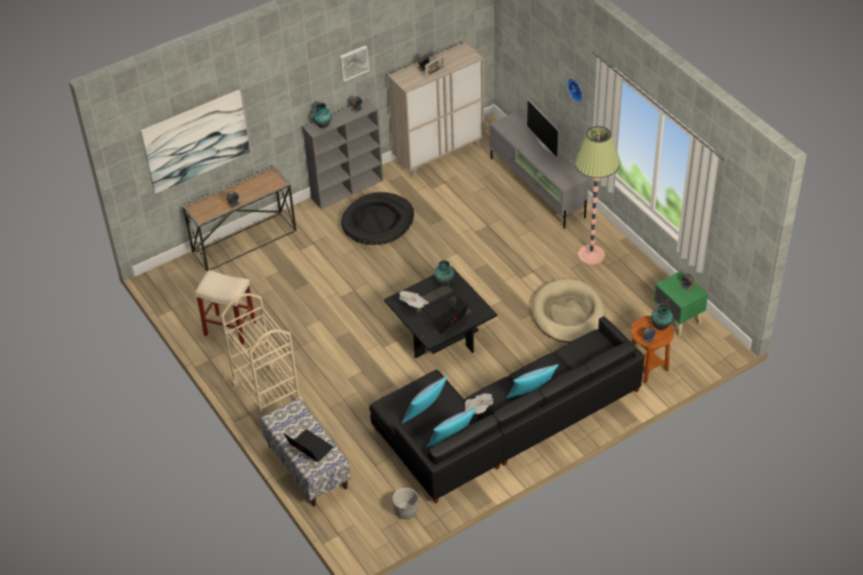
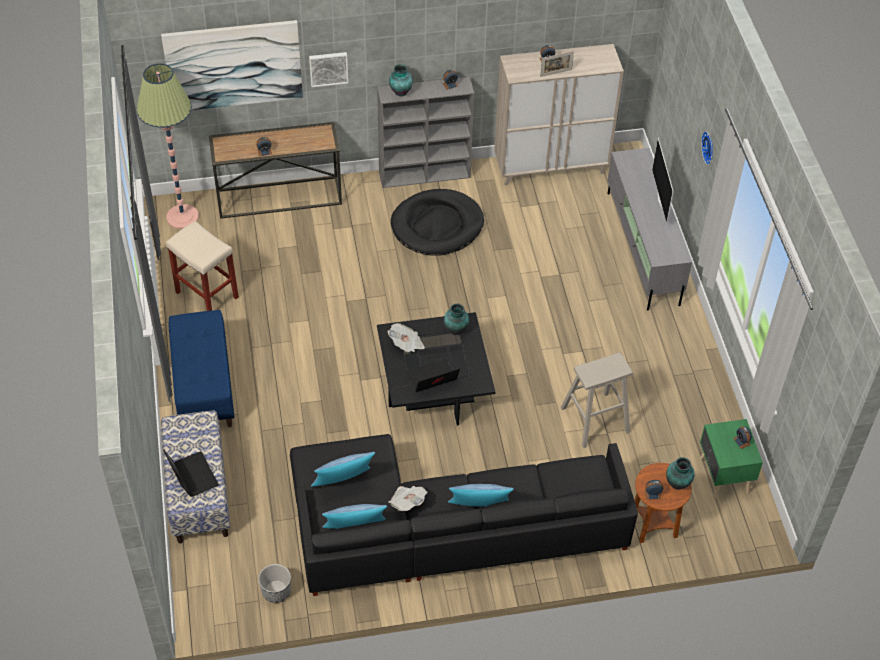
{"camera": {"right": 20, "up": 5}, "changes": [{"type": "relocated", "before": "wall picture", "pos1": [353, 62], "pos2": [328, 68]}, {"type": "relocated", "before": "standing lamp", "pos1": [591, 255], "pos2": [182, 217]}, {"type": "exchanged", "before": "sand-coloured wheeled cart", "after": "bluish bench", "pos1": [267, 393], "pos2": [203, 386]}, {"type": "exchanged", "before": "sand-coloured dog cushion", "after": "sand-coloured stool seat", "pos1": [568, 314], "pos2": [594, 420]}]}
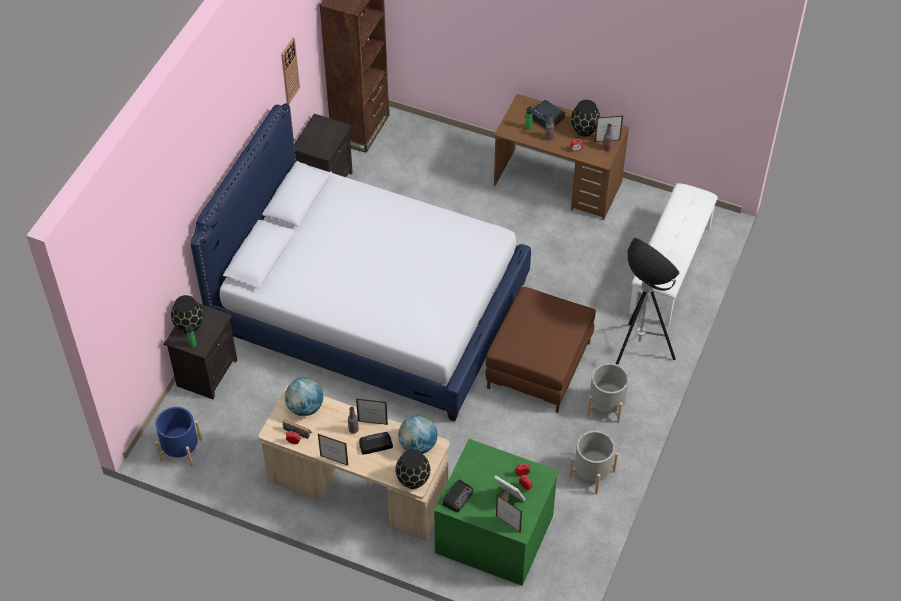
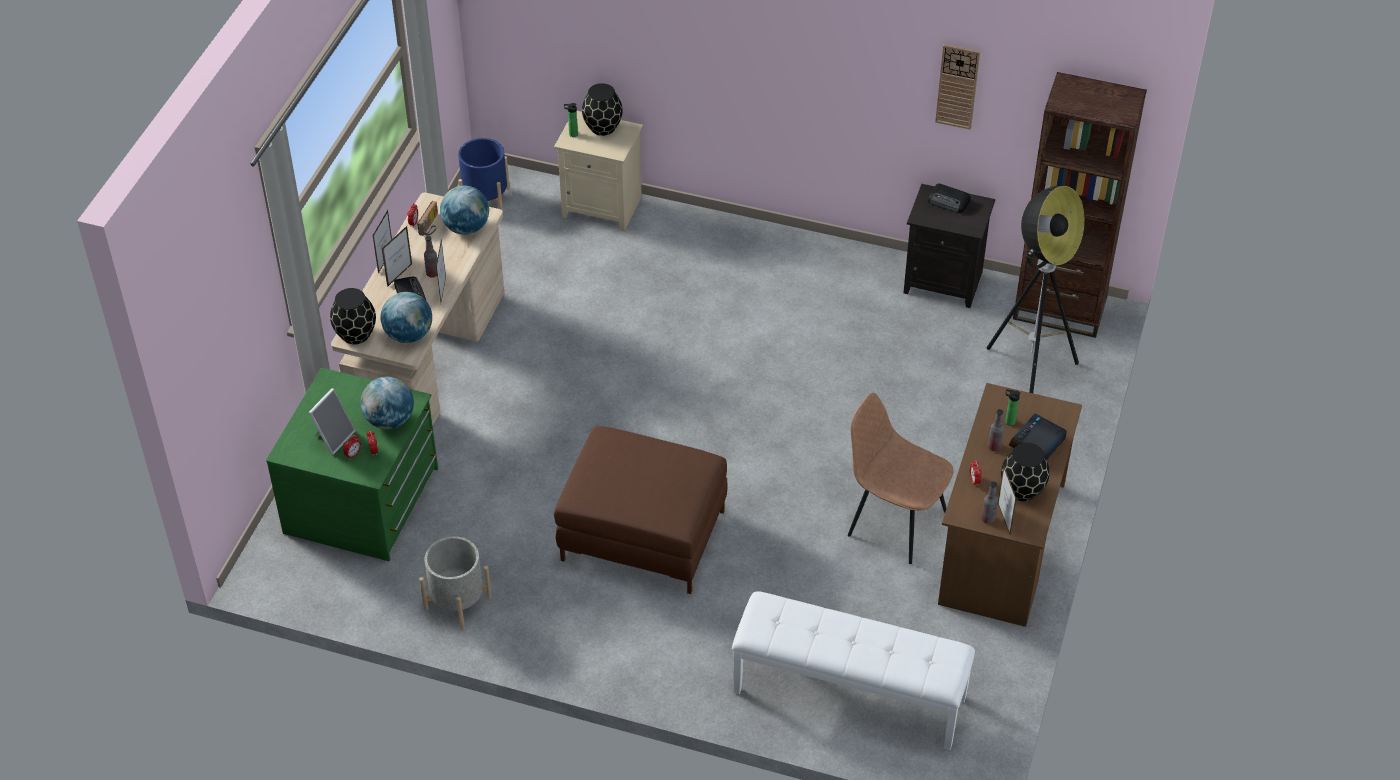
{"camera": {"right": 85, "up": -5}, "changes": [{"type": "missing", "before": "sleeping bed", "pos1": [369, 308]}, {"type": "missing", "before": "gray plant pot", "pos1": [606, 406]}, {"type": "appeared", "after": "globe", "pos2": [389, 420]}, {"type": "appeared", "after": "brownish upright chair", "pos2": [894, 522]}, {"type": "relocated", "before": "radio", "pos1": [458, 496], "pos2": [949, 201]}, {"type": "relocated", "before": "standing frame", "pos1": [508, 524], "pos2": [399, 275]}, {"type": "relocated", "before": "standing lamp", "pos1": [637, 353], "pos2": [1028, 372]}, {"type": "colour", "before": "black night table", "after": "sand-coloured night table", "pos1": [206, 372], "pos2": [603, 206]}]}
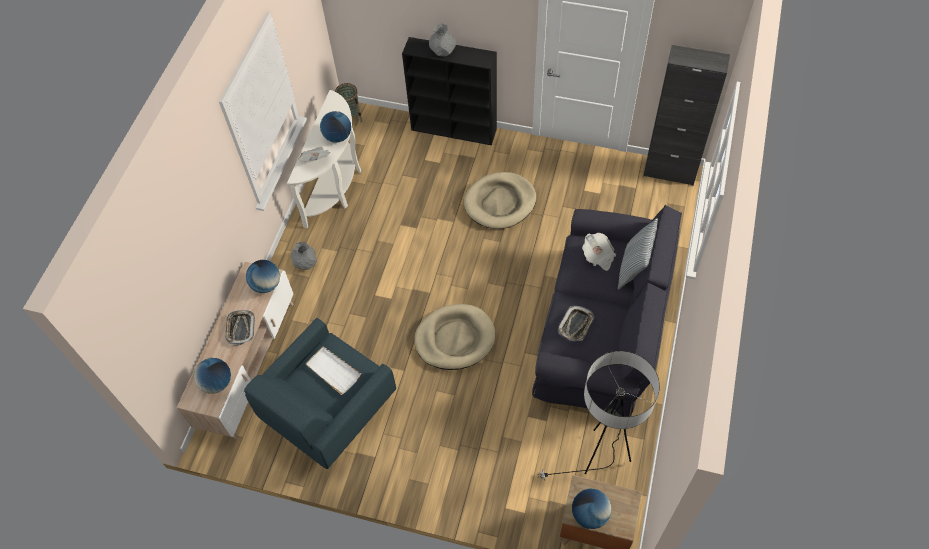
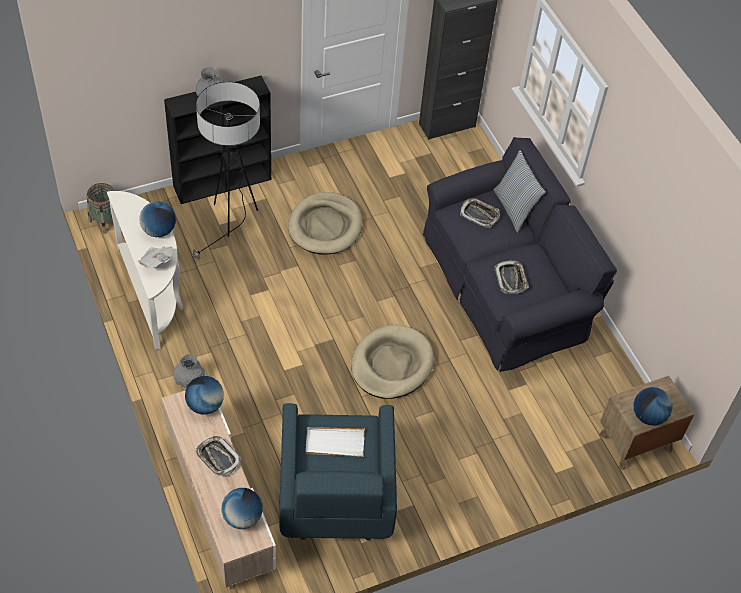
{"camera": {"right": -45, "up": -5}, "changes": [{"type": "relocated", "before": "standing lamp", "pos1": [599, 457], "pos2": [231, 221]}, {"type": "exchanged", "before": "printed paper", "after": "tray", "pos1": [598, 256], "pos2": [479, 214]}]}
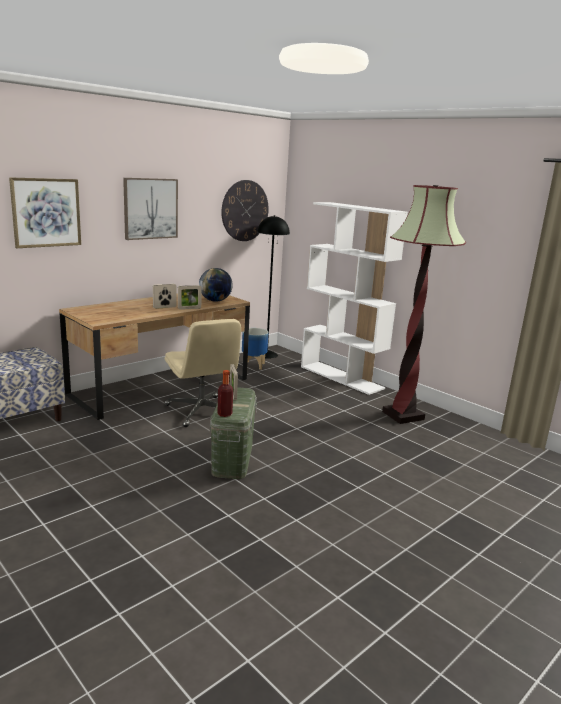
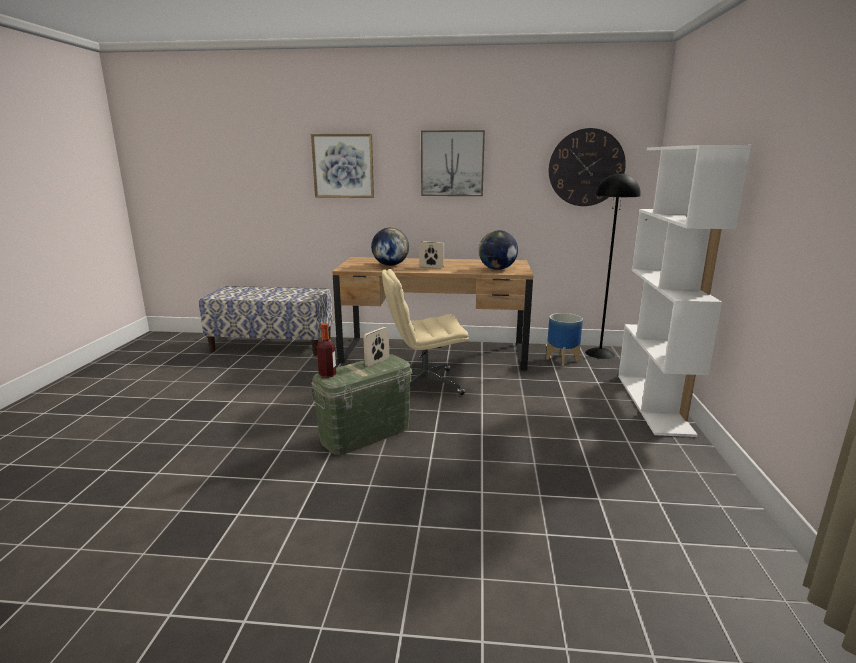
{"camera": {"right": 50, "up": 0}, "changes": [{"type": "missing", "before": "standing frame", "pos1": [189, 308]}, {"type": "missing", "before": "standing lamp", "pos1": [403, 415]}, {"type": "appeared", "after": "globe", "pos2": [390, 265]}, {"type": "spun", "before": "sand-coloured office chair", "pos1": [202, 412], "pos2": [424, 384], "turn": 60}]}
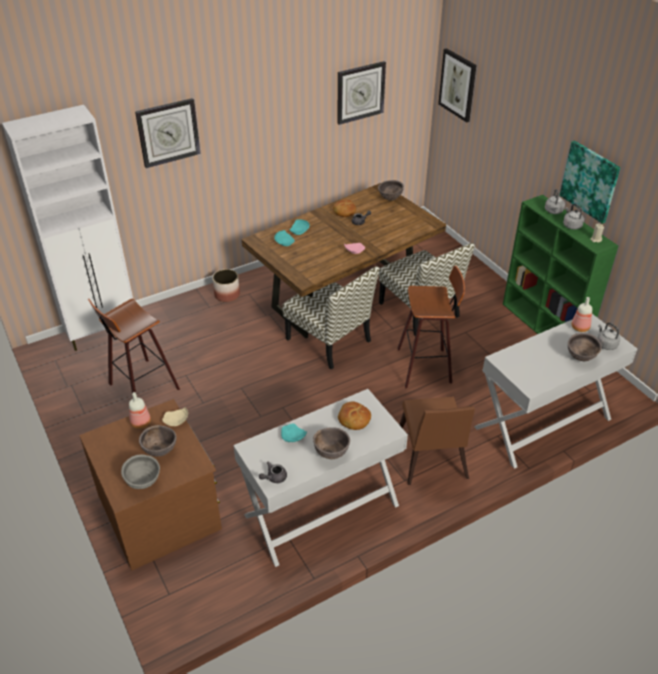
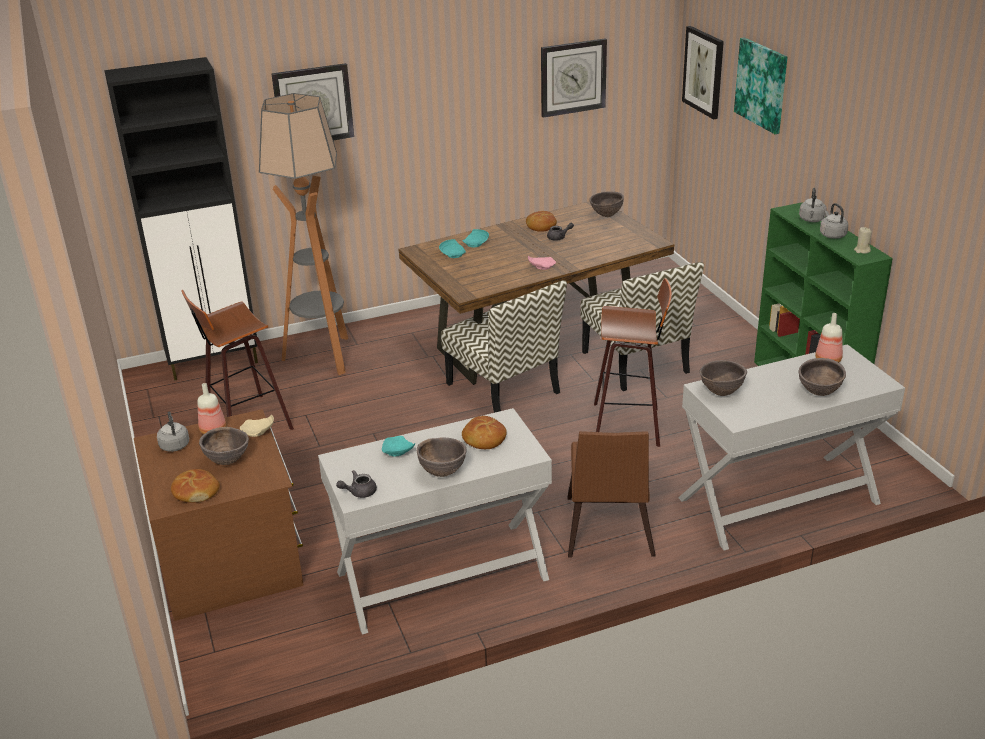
{"camera": {"right": 10, "up": -10}, "changes": [{"type": "missing", "before": "plant pot", "pos1": [227, 295]}, {"type": "appeared", "after": "standing lamp", "pos2": [323, 356]}, {"type": "appeared", "after": "brownish serving bowl", "pos2": [721, 392]}, {"type": "relocated", "before": "wall picture", "pos1": [590, 181], "pos2": [762, 85]}, {"type": "relocated", "before": "gray tea kettle", "pos1": [605, 344], "pos2": [174, 445]}, {"type": "exchanged", "before": "gray serving bowl", "after": "bread", "pos1": [143, 483], "pos2": [196, 492]}, {"type": "colour", "before": "white-coloured cabinet", "after": "black cabinet", "pos1": [103, 332], "pos2": [215, 363]}]}
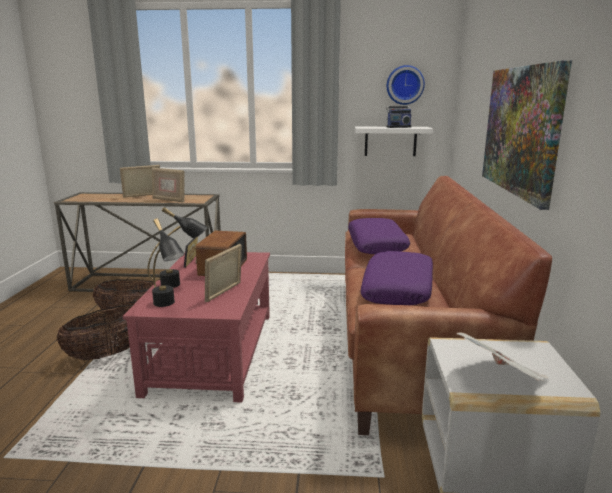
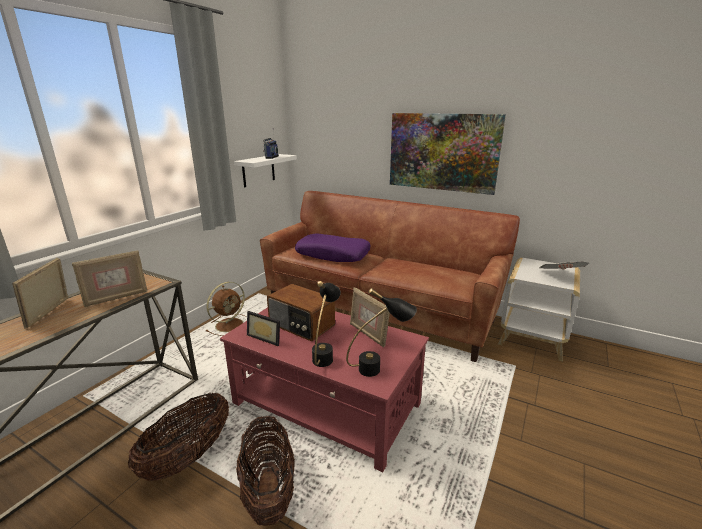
{"camera": {"right": -65, "up": 5}, "changes": [{"type": "missing", "before": "purplish cushion", "pos1": [398, 289]}, {"type": "missing", "before": "hanging clock", "pos1": [405, 85]}, {"type": "appeared", "after": "brownish cooling fan", "pos2": [230, 324]}]}
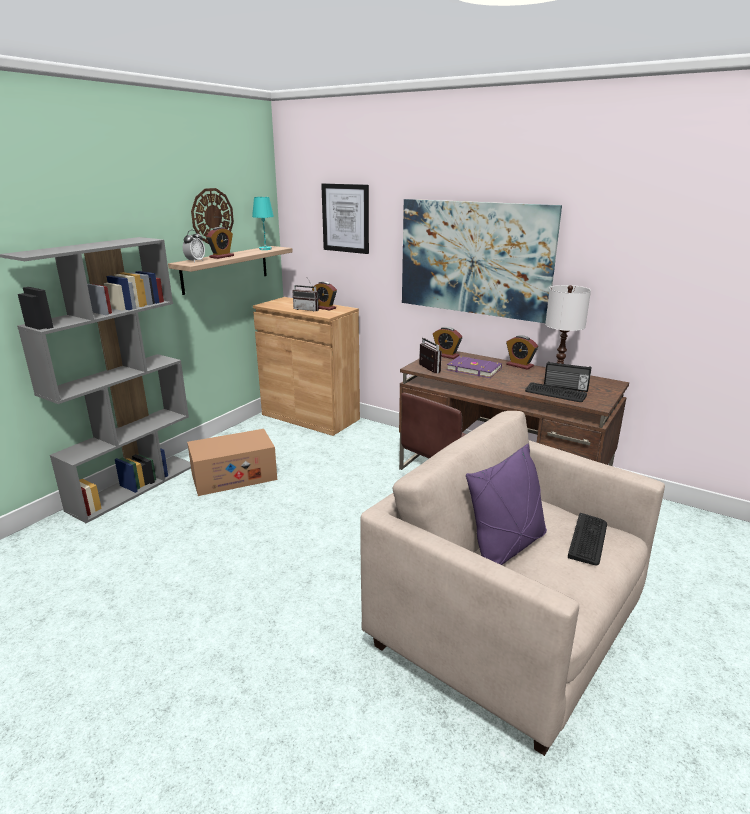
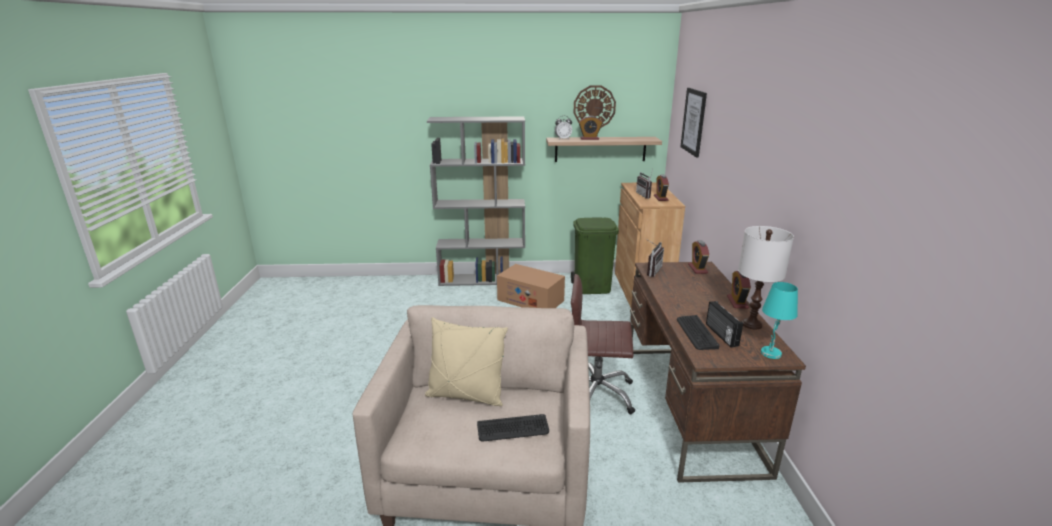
{"camera": {"right": 55, "up": 0}, "changes": [{"type": "missing", "before": "wall picture", "pos1": [474, 258]}, {"type": "missing", "before": "purplish volume", "pos1": [474, 369]}, {"type": "appeared", "after": "green waste bin", "pos2": [592, 287]}, {"type": "relocated", "before": "turquoise-coloured table lamp", "pos1": [265, 249], "pos2": [771, 354]}, {"type": "colour", "before": "purplish cushion", "after": "sand-coloured cushion", "pos1": [506, 548], "pos2": [466, 395]}]}
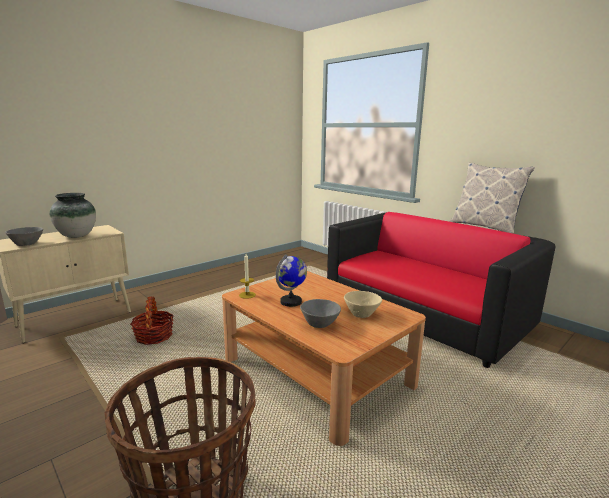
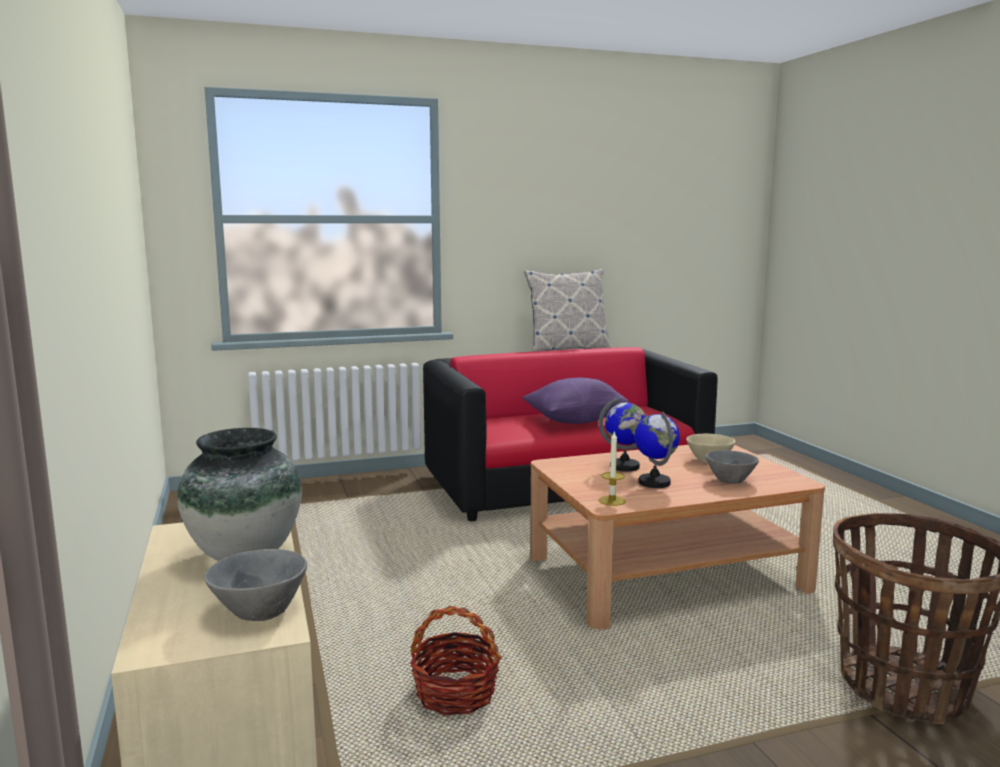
{"camera": {"right": -65, "up": -5}, "changes": [{"type": "appeared", "after": "purplish cushion", "pos2": [575, 421]}, {"type": "appeared", "after": "globe", "pos2": [624, 467]}]}
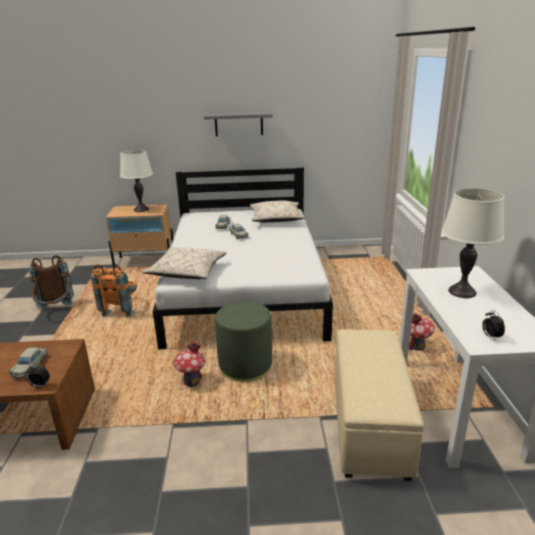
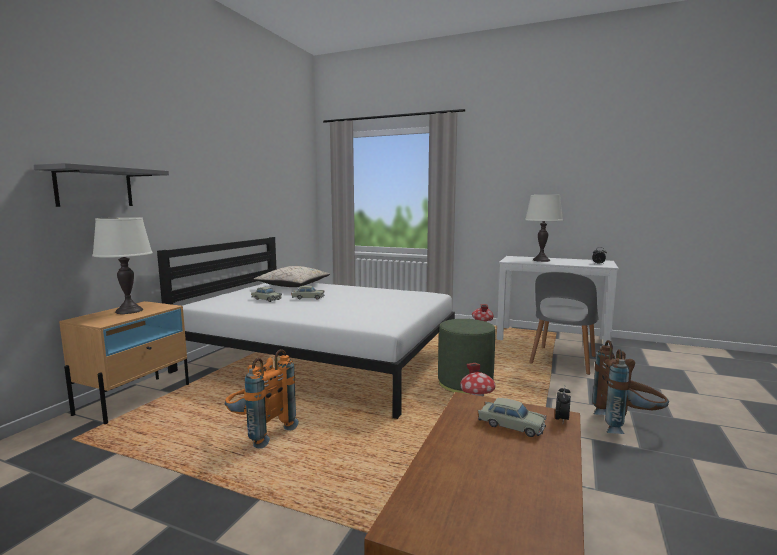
{"camera": {"right": -65, "up": -15}, "changes": [{"type": "missing", "before": "sand-coloured cushion", "pos1": [187, 272]}, {"type": "relocated", "before": "brownish rucksack", "pos1": [56, 311], "pos2": [627, 426]}, {"type": "relocated", "before": "gray bracket shelf", "pos1": [238, 123], "pos2": [94, 187]}, {"type": "exchanged", "before": "sand-coloured ottoman", "after": "gray upright chair", "pos1": [369, 422], "pos2": [562, 361]}]}
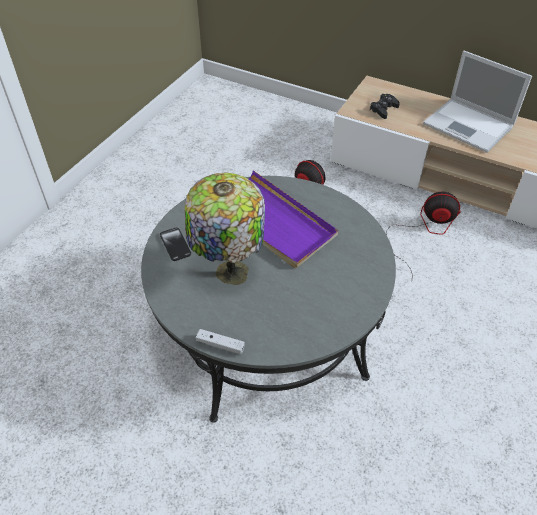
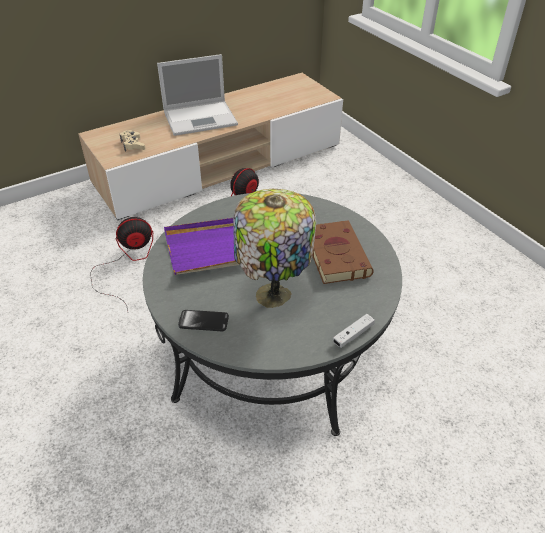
{"camera": {"right": -60, "up": -5}, "changes": [{"type": "appeared", "after": "brownish volume", "pos2": [335, 254]}, {"type": "colour", "before": "black gamepad", "after": "sand-coloured gamepad", "pos1": [383, 109], "pos2": [133, 145]}]}
